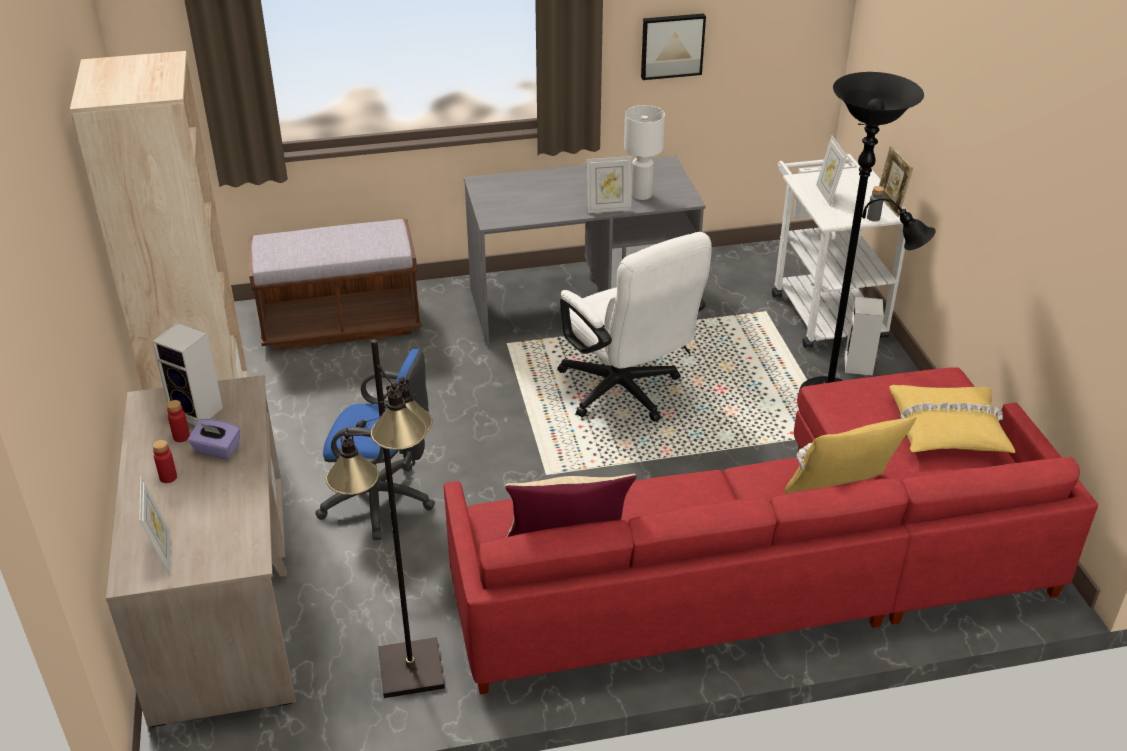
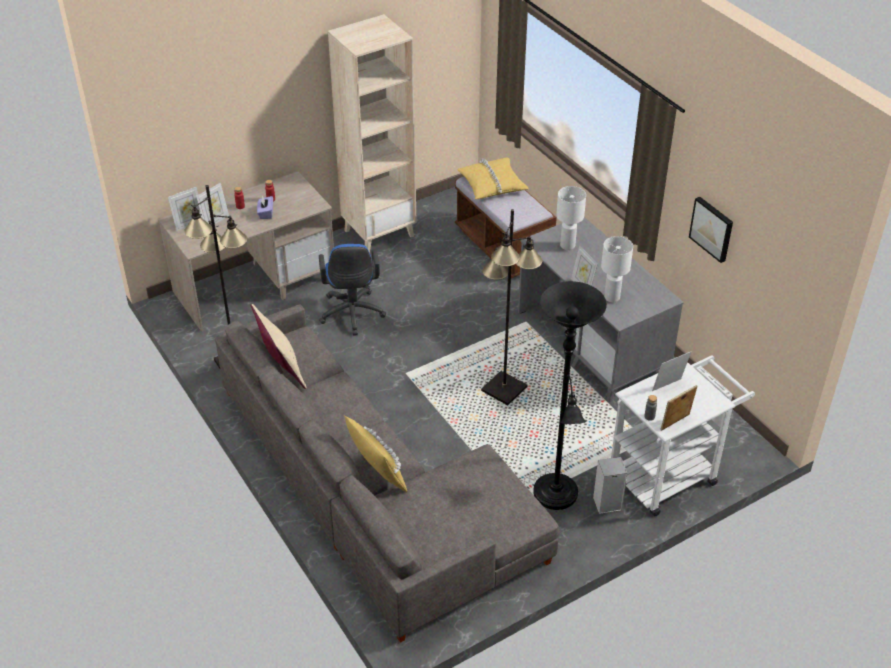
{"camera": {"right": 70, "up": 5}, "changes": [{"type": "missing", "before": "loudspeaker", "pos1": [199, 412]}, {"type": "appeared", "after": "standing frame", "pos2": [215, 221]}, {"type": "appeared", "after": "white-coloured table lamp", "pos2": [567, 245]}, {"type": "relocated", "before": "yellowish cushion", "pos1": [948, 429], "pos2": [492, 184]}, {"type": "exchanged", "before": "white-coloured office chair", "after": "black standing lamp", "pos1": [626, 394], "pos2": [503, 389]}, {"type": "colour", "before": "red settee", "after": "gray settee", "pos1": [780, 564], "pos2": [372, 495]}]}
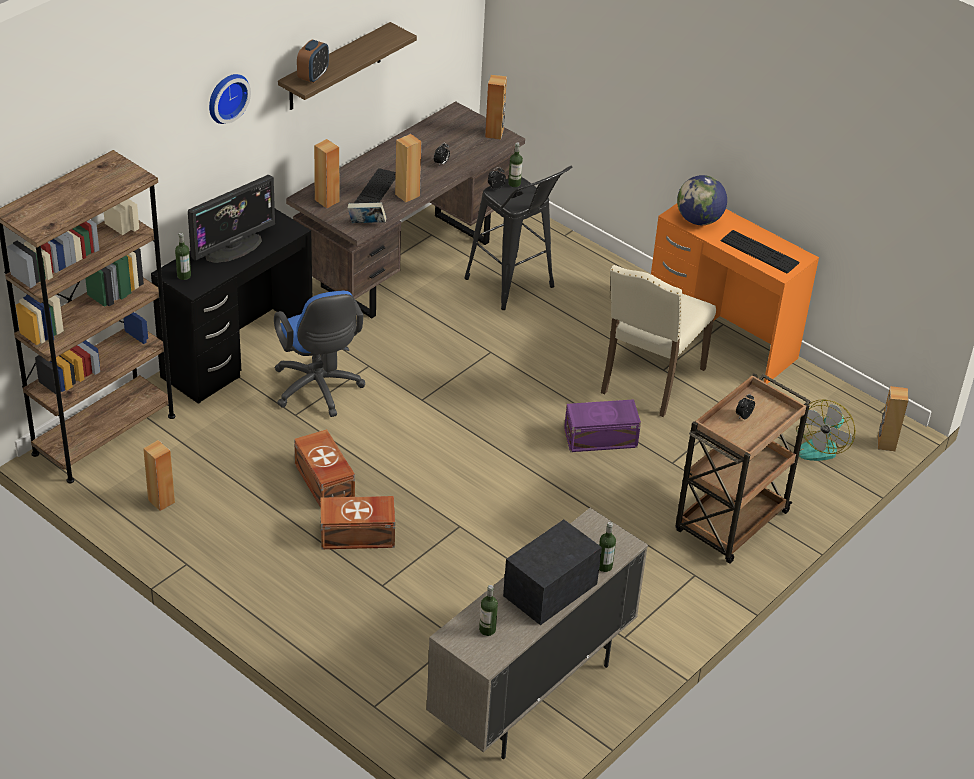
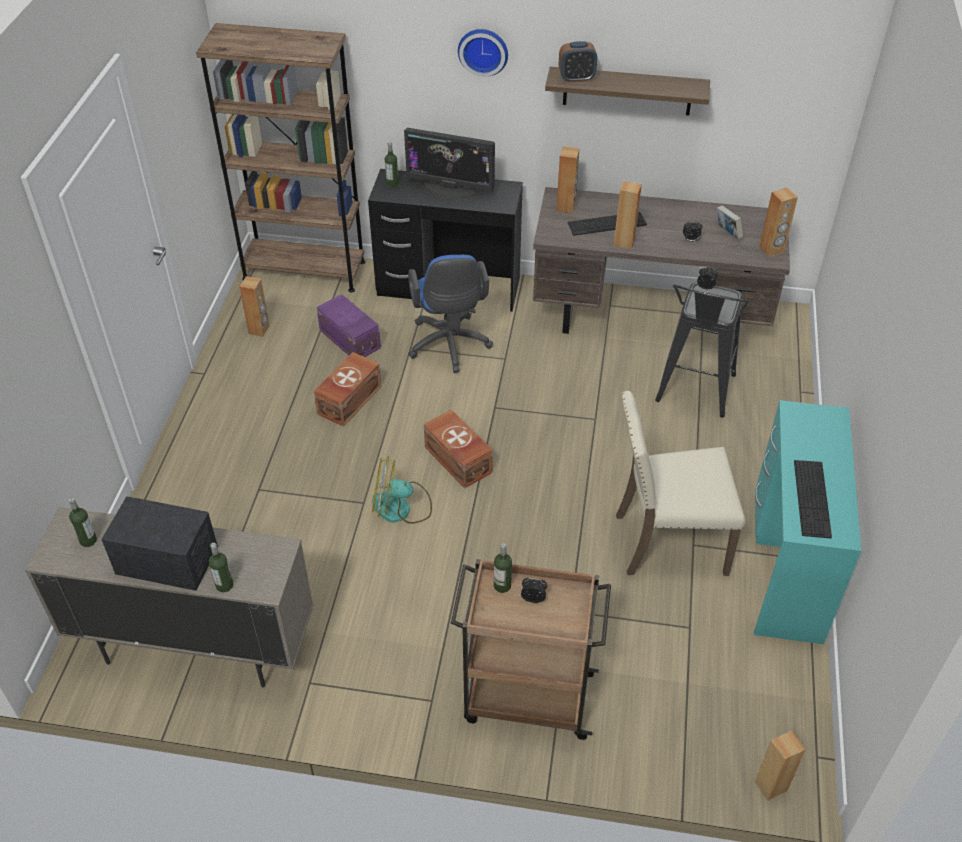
{"camera": {"right": 60, "up": 5}, "changes": [{"type": "missing", "before": "globe", "pos1": [699, 220]}, {"type": "relocated", "before": "brownish storage bin", "pos1": [358, 536], "pos2": [458, 460]}, {"type": "relocated", "before": "volume", "pos1": [366, 224], "pos2": [727, 233]}, {"type": "relocated", "before": "bottle", "pos1": [514, 183], "pos2": [502, 586]}, {"type": "relocated", "before": "purplish storage bin", "pos1": [601, 438], "pos2": [349, 340]}, {"type": "relocated", "before": "cooling fan", "pos1": [821, 445], "pos2": [401, 508]}, {"type": "colour", "before": "orange-coloured desk table", "after": "turquoise-coloured desk table", "pos1": [721, 337], "pos2": [787, 567]}, {"type": "spun", "before": "bluish office chair", "pos1": [318, 390], "pos2": [449, 347], "turn": -45}]}
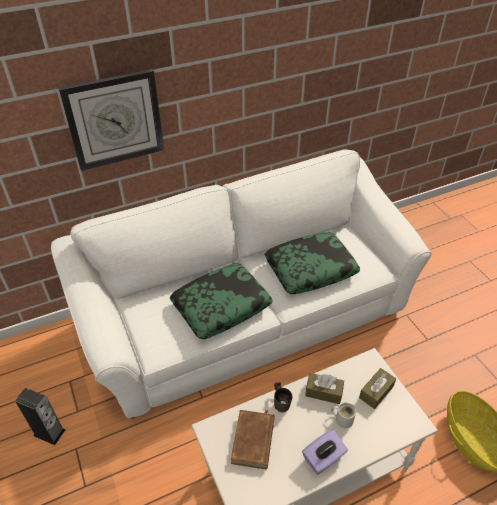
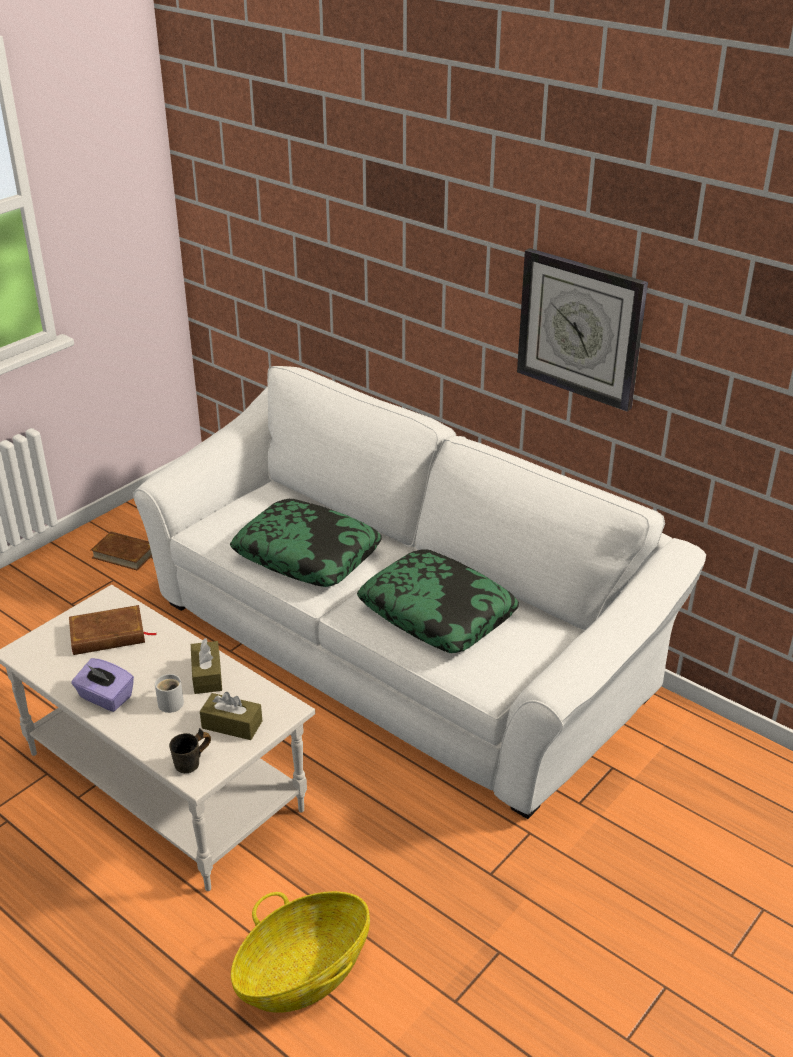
{"camera": {"right": 65, "up": -10}, "changes": [{"type": "relocated", "before": "hanging clock", "pos1": [114, 120], "pos2": [580, 328]}, {"type": "relocated", "before": "gray coffee mug", "pos1": [282, 402], "pos2": [194, 764]}, {"type": "exchanged", "before": "loudspeaker", "after": "brownish volume", "pos1": [49, 432], "pos2": [124, 554]}]}
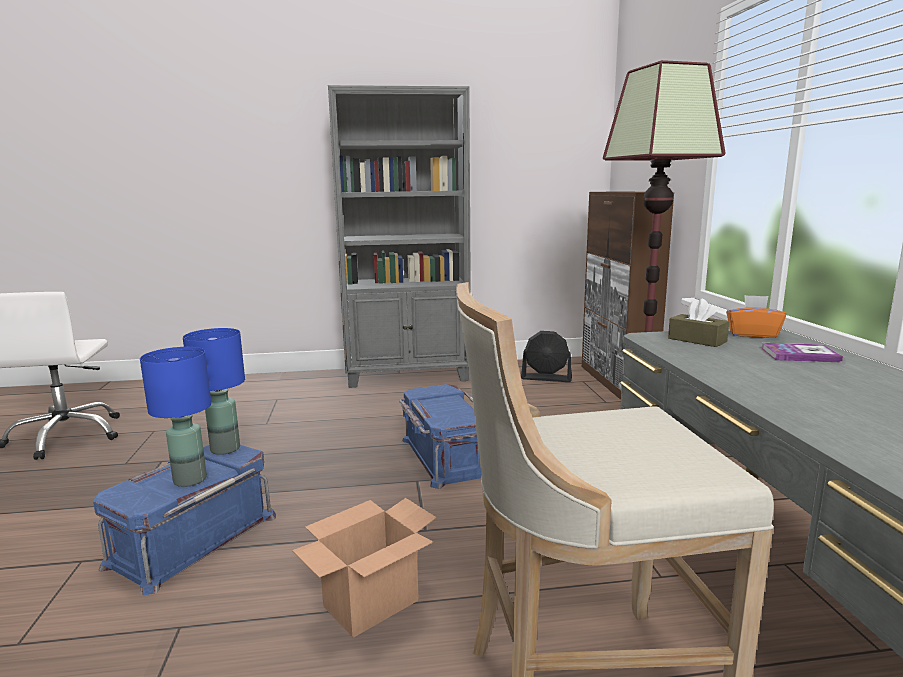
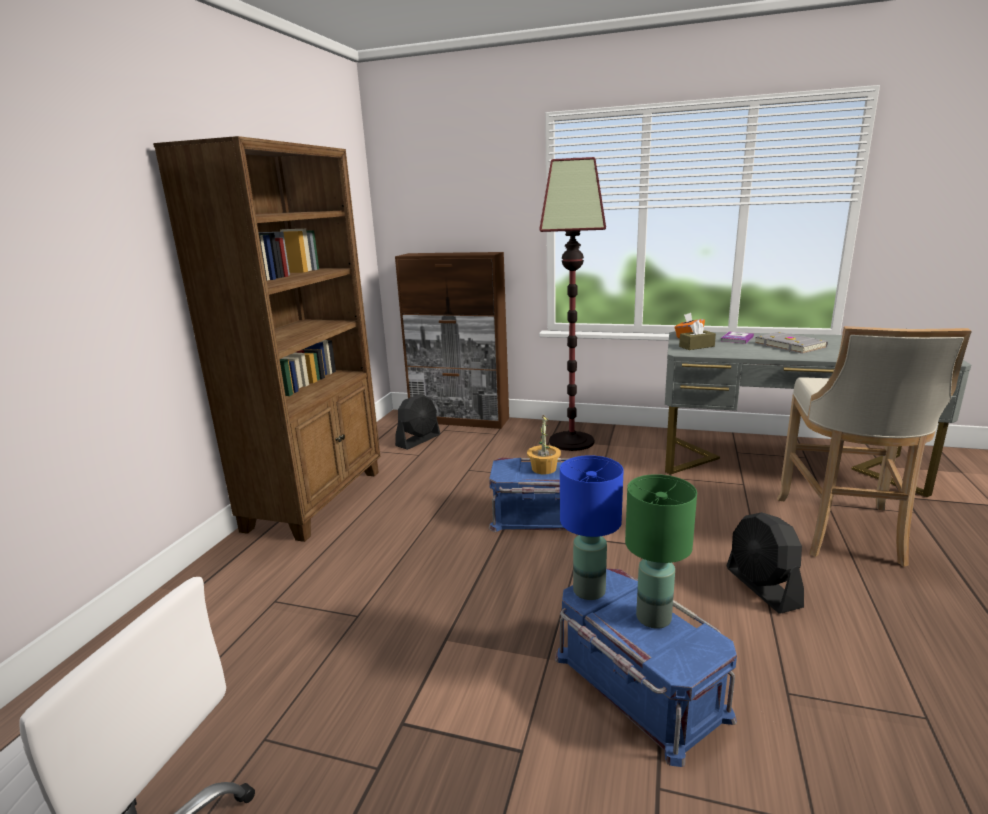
{"camera": {"right": -65, "up": 5}, "changes": [{"type": "appeared", "after": "potted plant", "pos2": [543, 469]}, {"type": "appeared", "after": "gray volume", "pos2": [790, 345]}, {"type": "exchanged", "before": "packing box", "after": "black cooling fan", "pos1": [370, 604], "pos2": [762, 587]}, {"type": "colour", "before": "bluish table lamp", "after": "green table lamp", "pos1": [191, 479], "pos2": [653, 617]}, {"type": "colour", "before": "gray shelving unit", "after": "brownish shelving unit", "pos1": [408, 375], "pos2": [317, 499]}]}
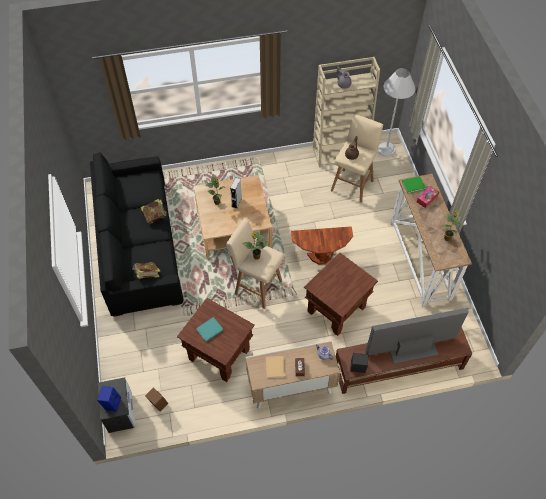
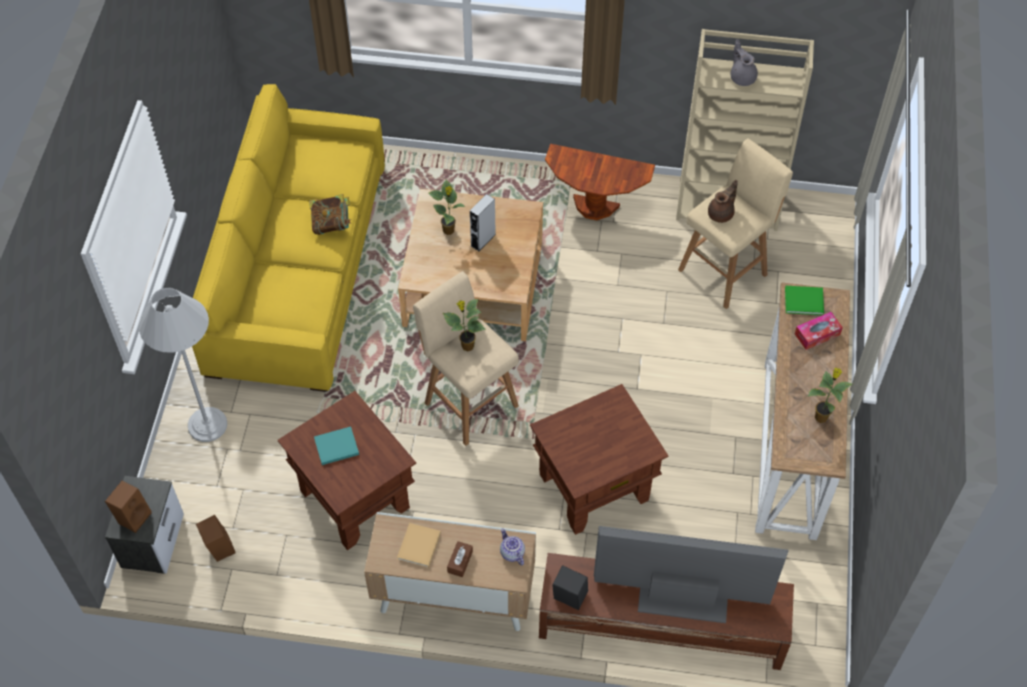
{"camera": {"right": 20, "up": 0}, "changes": [{"type": "missing", "before": "volume", "pos1": [147, 275]}, {"type": "relocated", "before": "brownish side table", "pos1": [320, 257], "pos2": [594, 207]}, {"type": "relocated", "before": "white-coloured standing lamp", "pos1": [386, 149], "pos2": [207, 424]}, {"type": "colour", "before": "black settee", "after": "yellowish settee", "pos1": [139, 244], "pos2": [298, 266]}, {"type": "colour", "before": "bluish loudspeaker", "after": "brownish loudspeaker", "pos1": [111, 403], "pos2": [133, 516]}]}
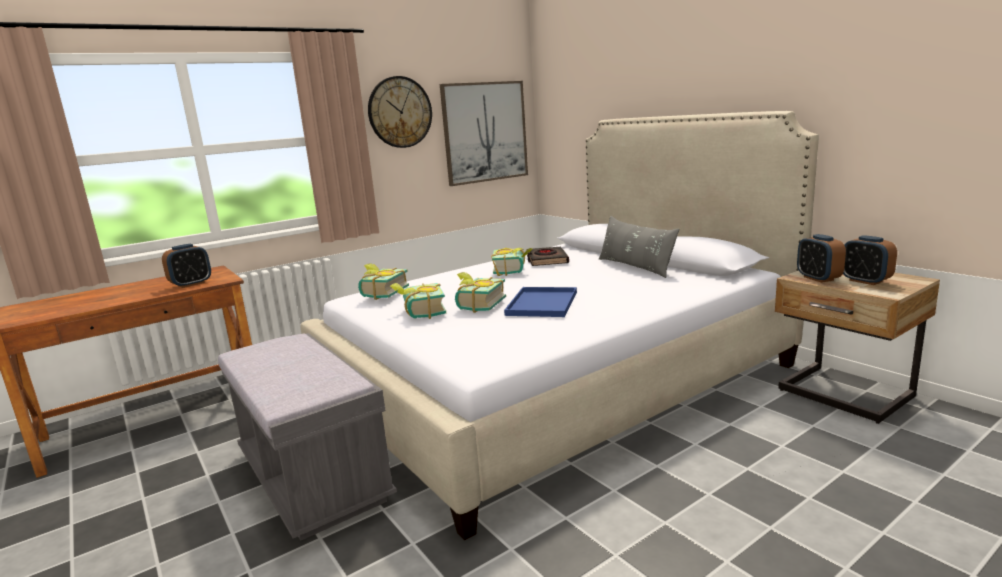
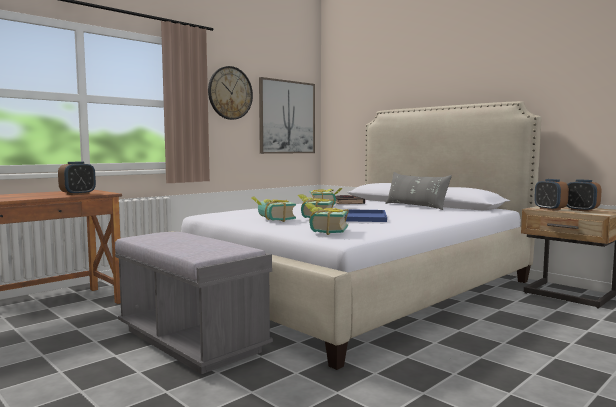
{"camera": {"right": -10, "up": -10}, "changes": [{"type": "relocated", "before": "volume", "pos1": [381, 293], "pos2": [324, 231]}]}
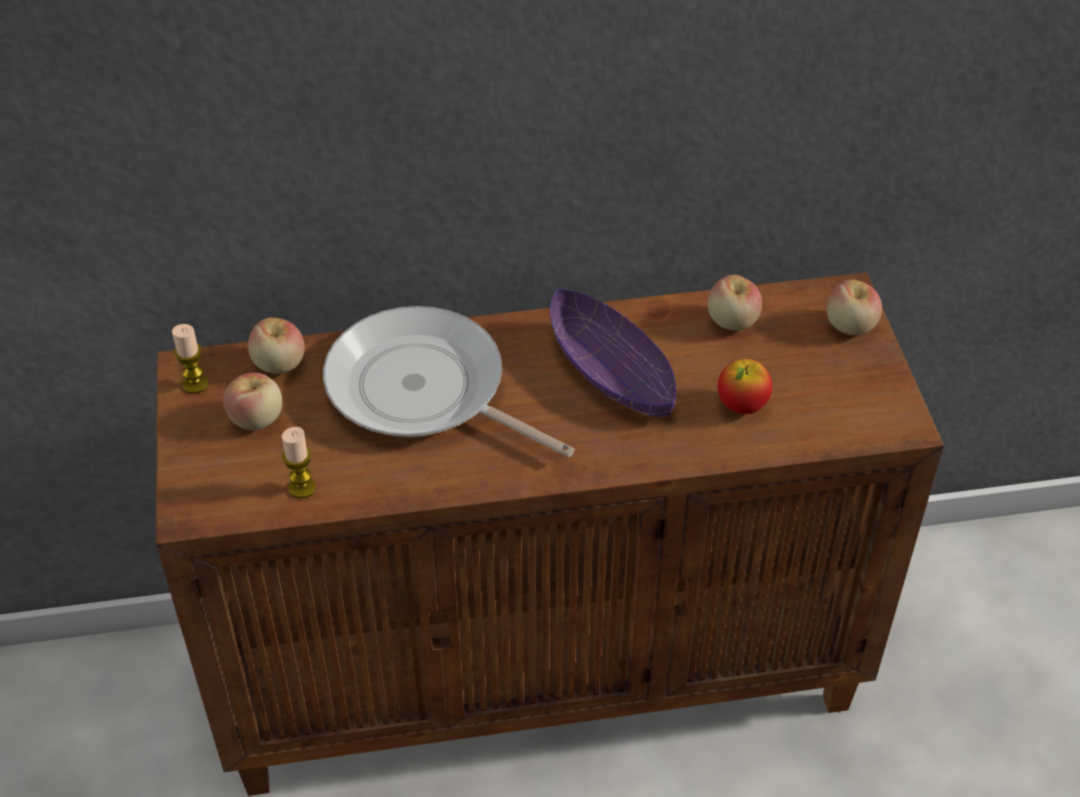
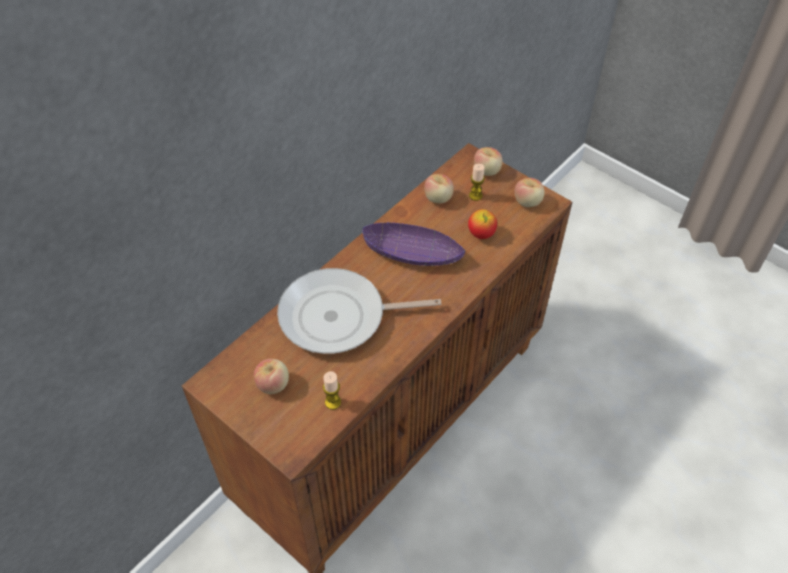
{"camera": {"right": -40, "up": 5}, "changes": [{"type": "relocated", "before": "wax light", "pos1": [195, 384], "pos2": [475, 195]}, {"type": "relocated", "before": "whole apple", "pos1": [279, 364], "pos2": [528, 202]}]}
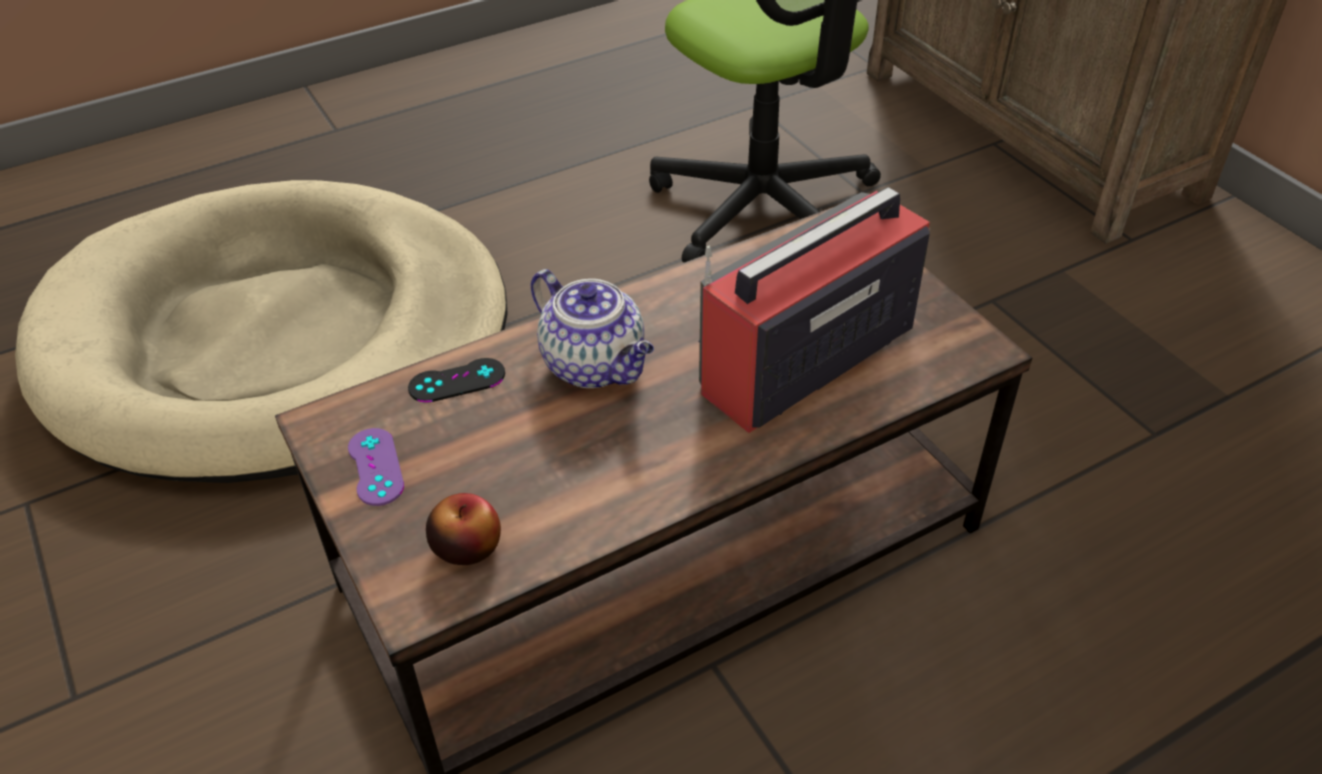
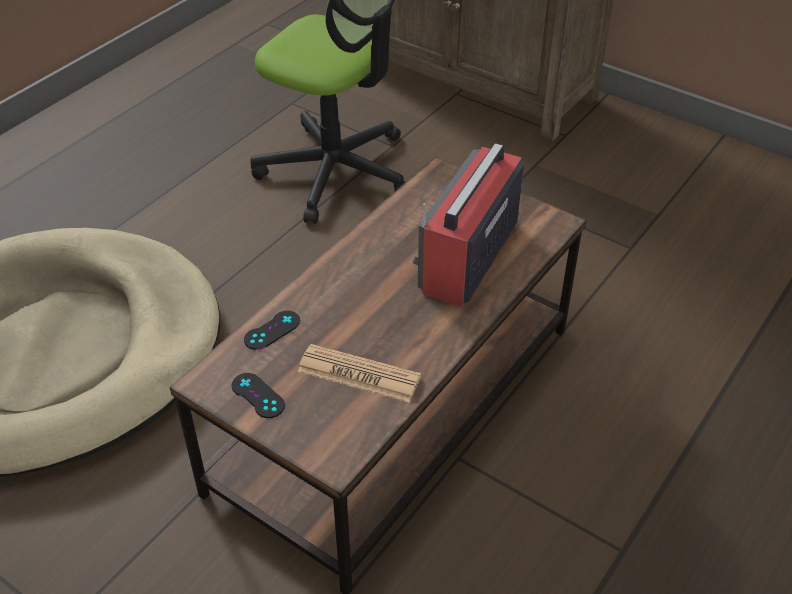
{"camera": {"right": -25, "up": 0}, "changes": [{"type": "missing", "before": "whole apple", "pos1": [467, 546]}, {"type": "missing", "before": "teapot", "pos1": [596, 366]}, {"type": "appeared", "after": "printed paper", "pos2": [359, 374]}, {"type": "colour", "before": "purplish gamepad", "after": "black gamepad", "pos1": [375, 467], "pos2": [258, 395]}]}
